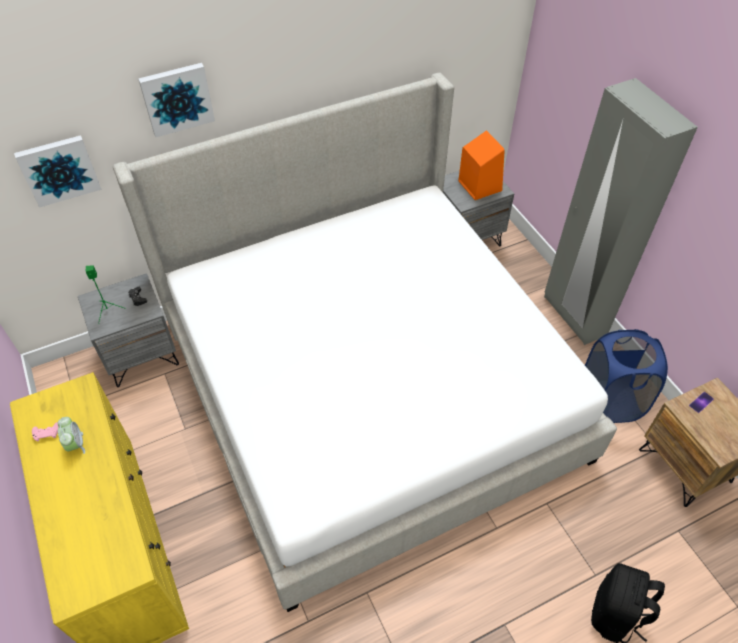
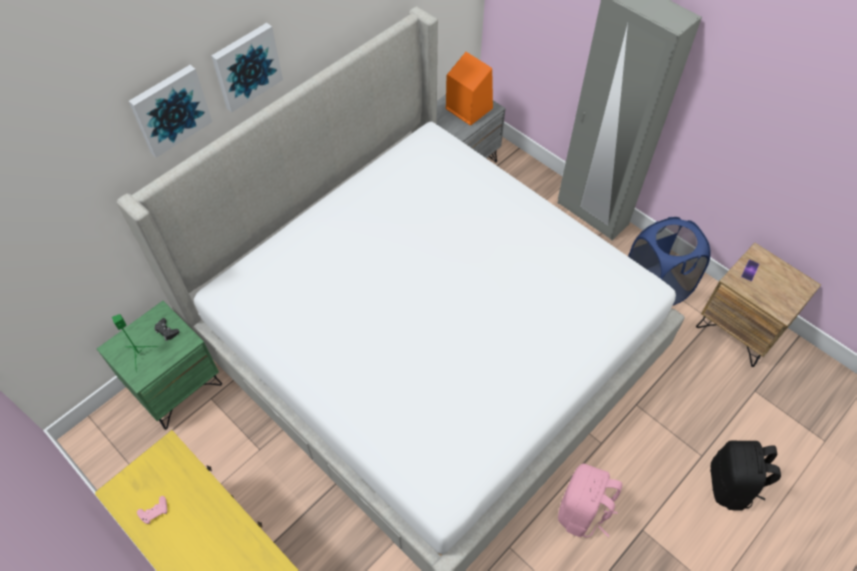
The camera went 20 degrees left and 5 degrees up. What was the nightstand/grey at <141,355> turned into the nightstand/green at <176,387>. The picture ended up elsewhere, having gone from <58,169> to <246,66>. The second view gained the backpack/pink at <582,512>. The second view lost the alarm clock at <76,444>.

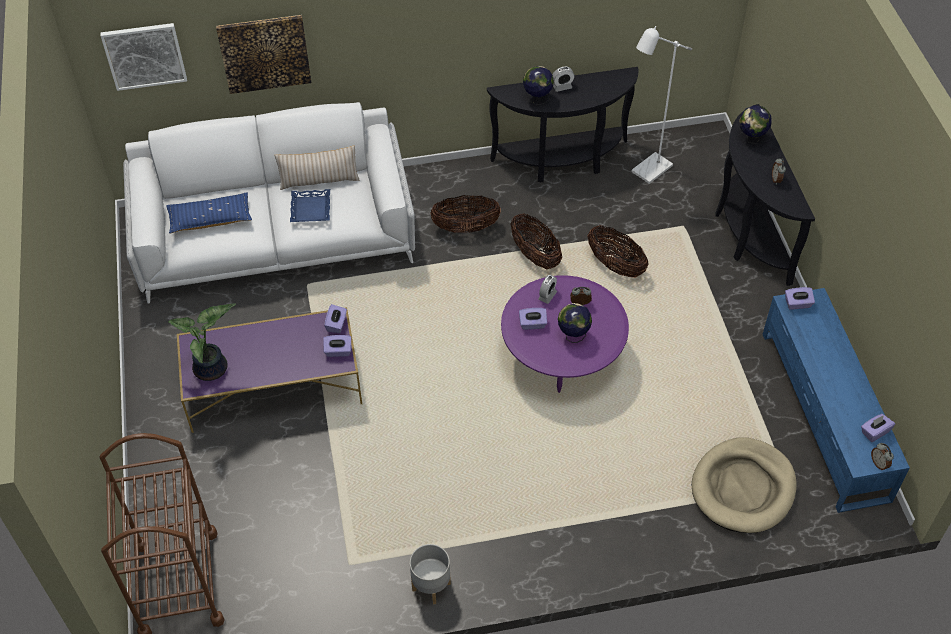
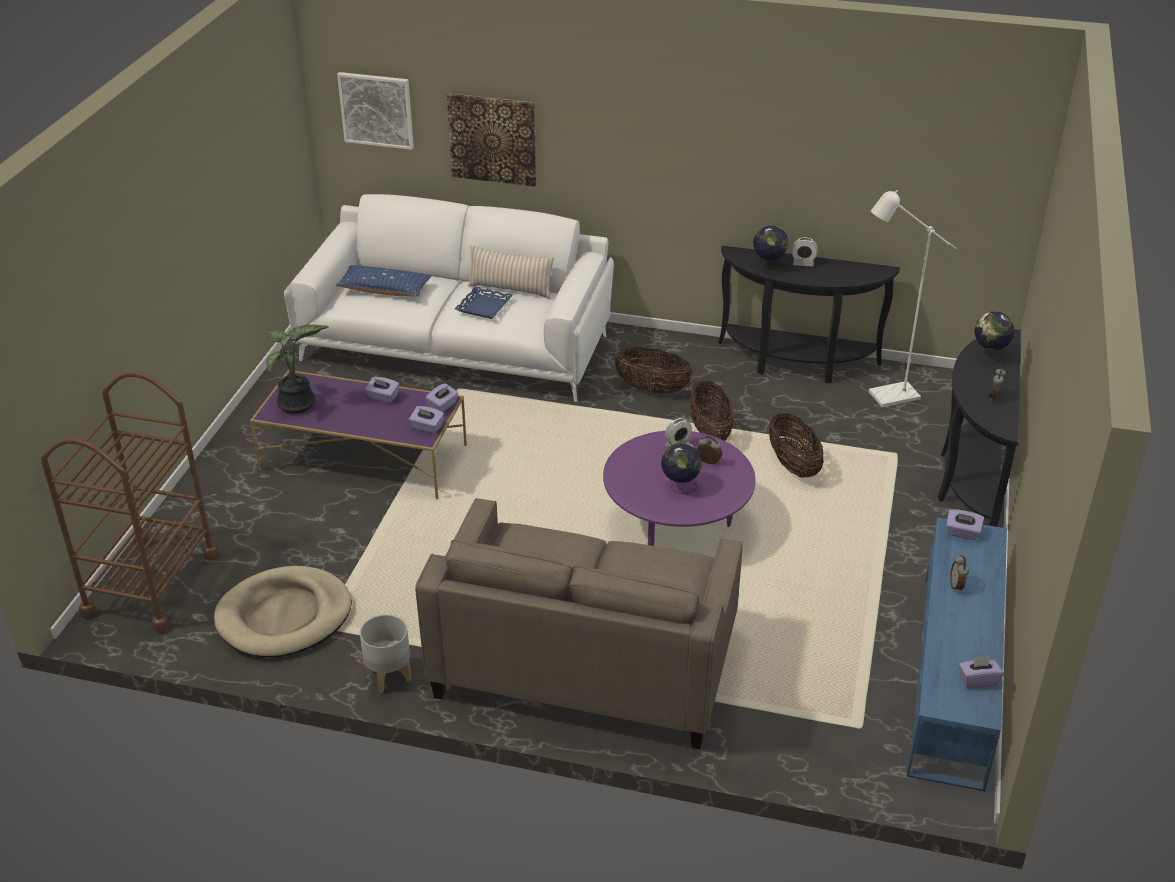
The camera went 25 degrees right and 15 degrees down. The dog bed/beige ended up elsewhere, having gone from <743,488> to <284,616>. The tissue box/purple ended up elsewhere, having gone from <532,324> to <383,397>. The second view gained the sofa/beige at <584,662>. The alarm clock ended up elsewhere, having gone from <879,463> to <957,586>.

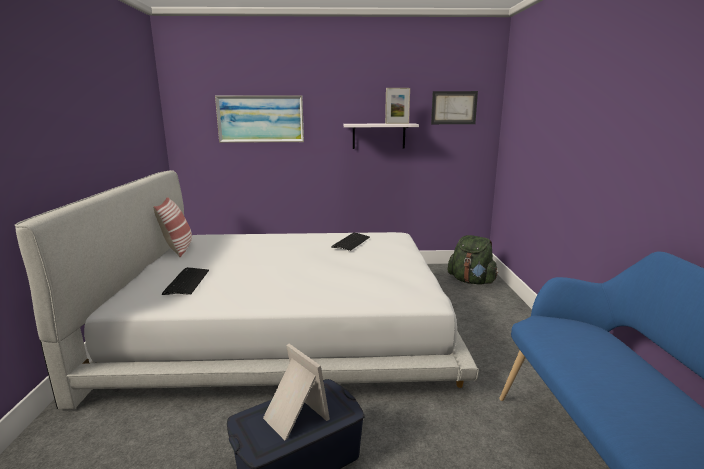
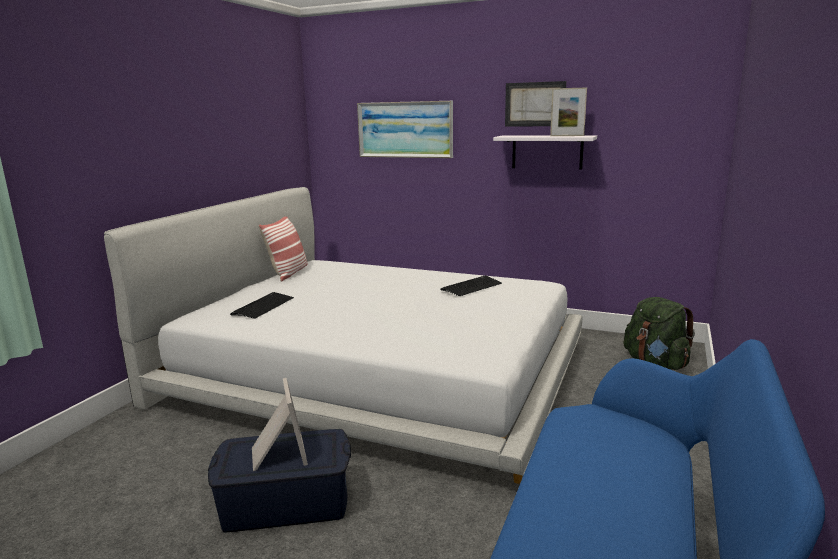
The camera went 25 degrees right and 0 degrees up. The picture ended up elsewhere, having gone from <454,107> to <535,104>.

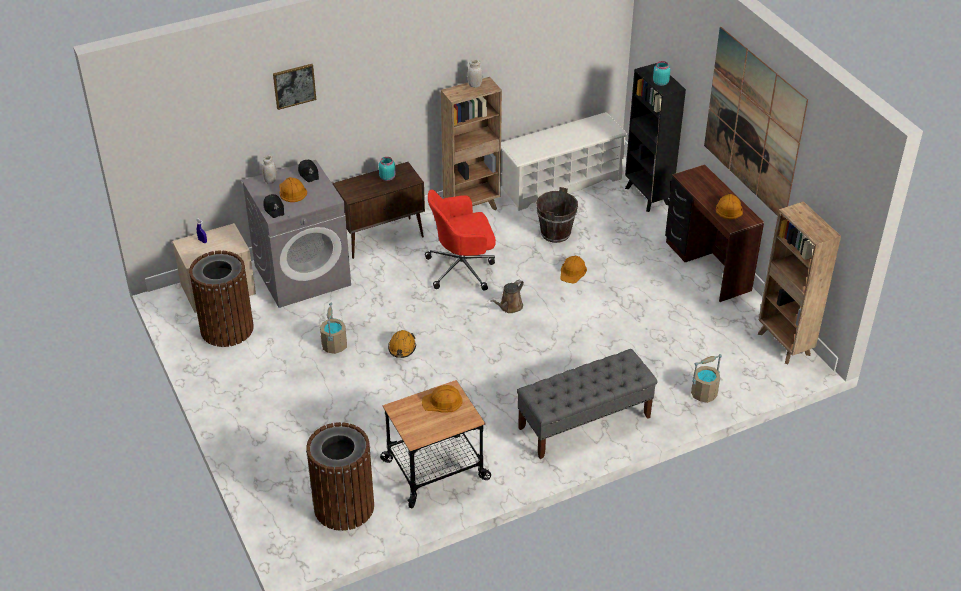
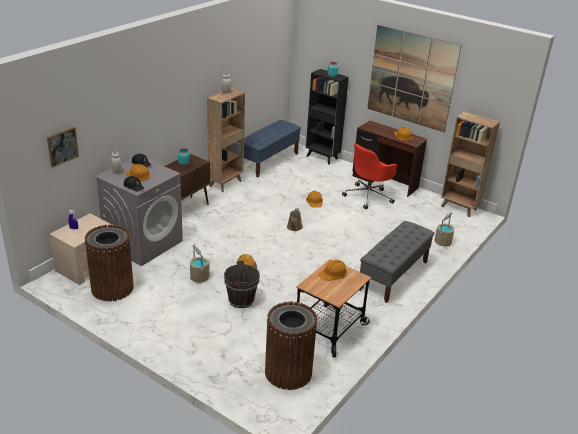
The camera went 30 degrees left and 10 degrees down. The picture ended up elsewhere, having gone from <294,86> to <62,146>. The bucket/brown ended up elsewhere, having gone from <555,233> to <241,300>. Where the shoe rack/white stood at <561,183>, the bench/blue came to stand at <268,161>. The office chair/red ended up elsewhere, having gone from <462,268> to <368,196>.

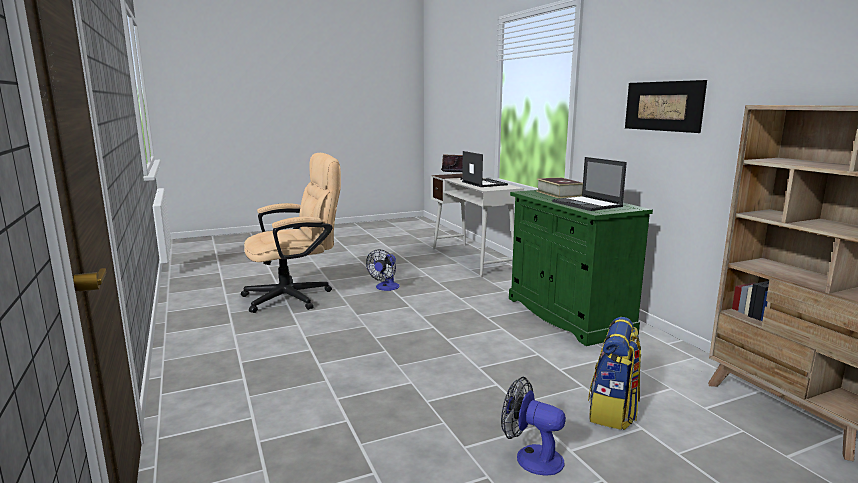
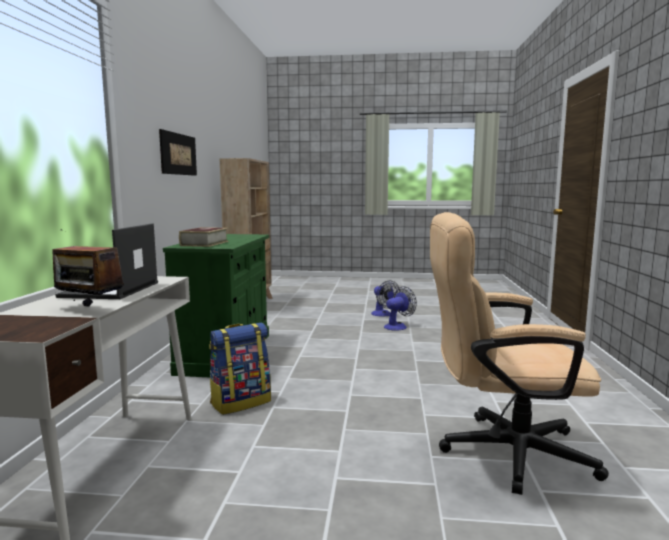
The camera went 150 degrees left and 5 degrees down. The backpack ended up elsewhere, having gone from <613,412> to <241,402>. The fan ended up elsewhere, having gone from <385,288> to <398,326>. The second view lost the laptop at <587,204>.

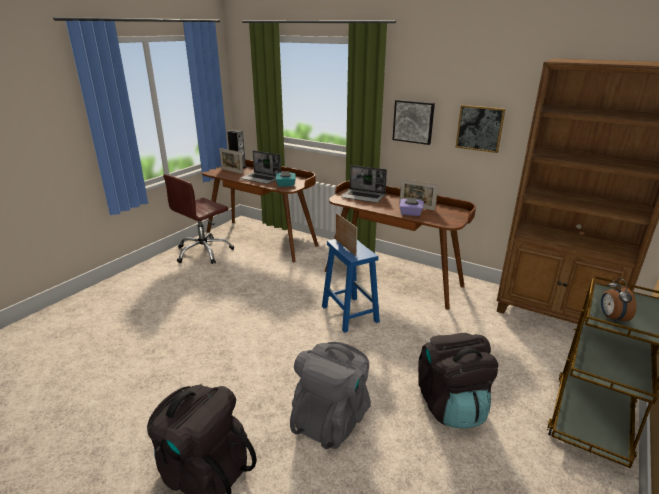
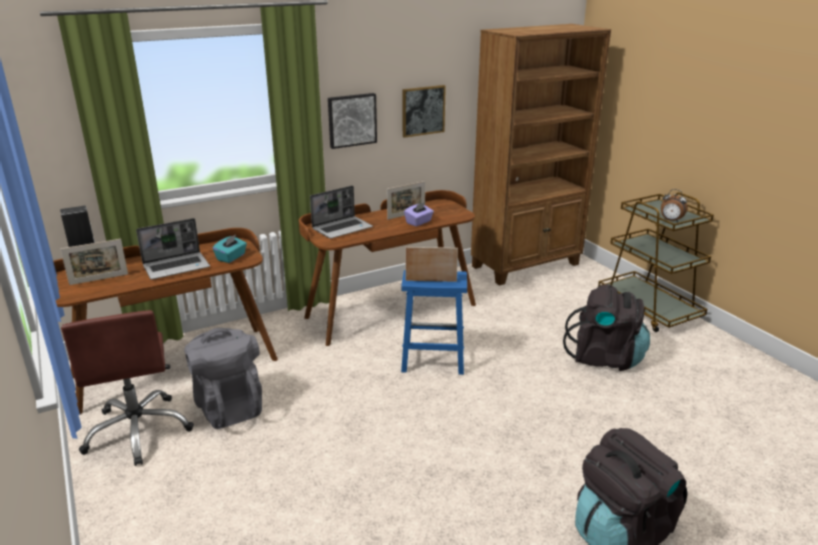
The camera went 60 degrees left and 0 degrees up. The backpack/grey ended up elsewhere, having gone from <332,419> to <229,406>.

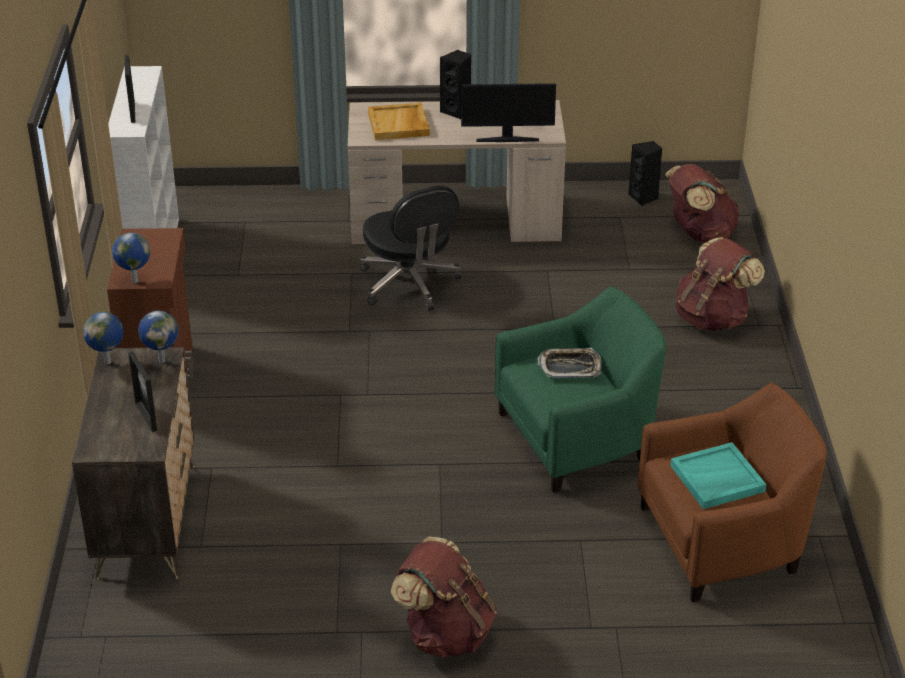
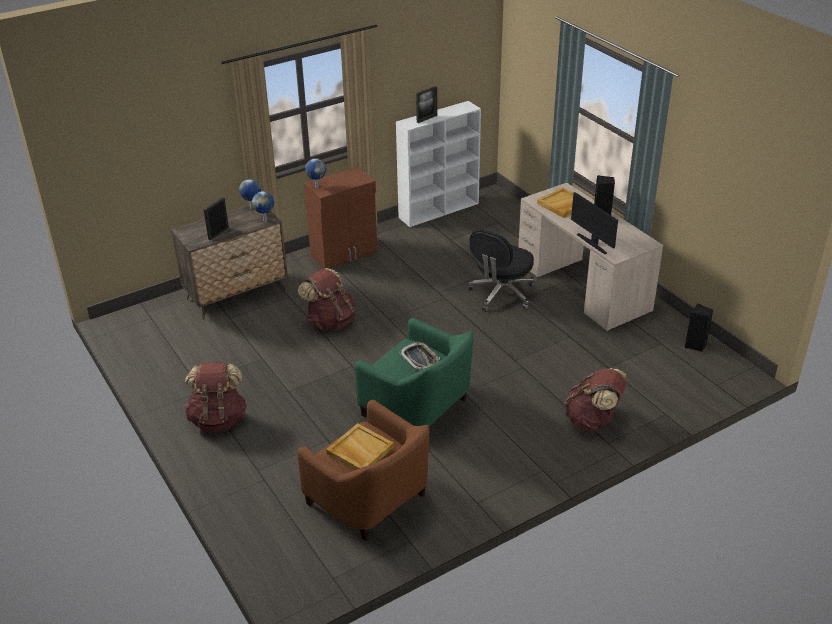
The camera went 60 degrees right and 0 degrees up. The backpack/brown ended up elsewhere, having gone from <699,234> to <330,321>. What was the tray/turquoise at <717,479> turned into the tray/beige at <359,450>.

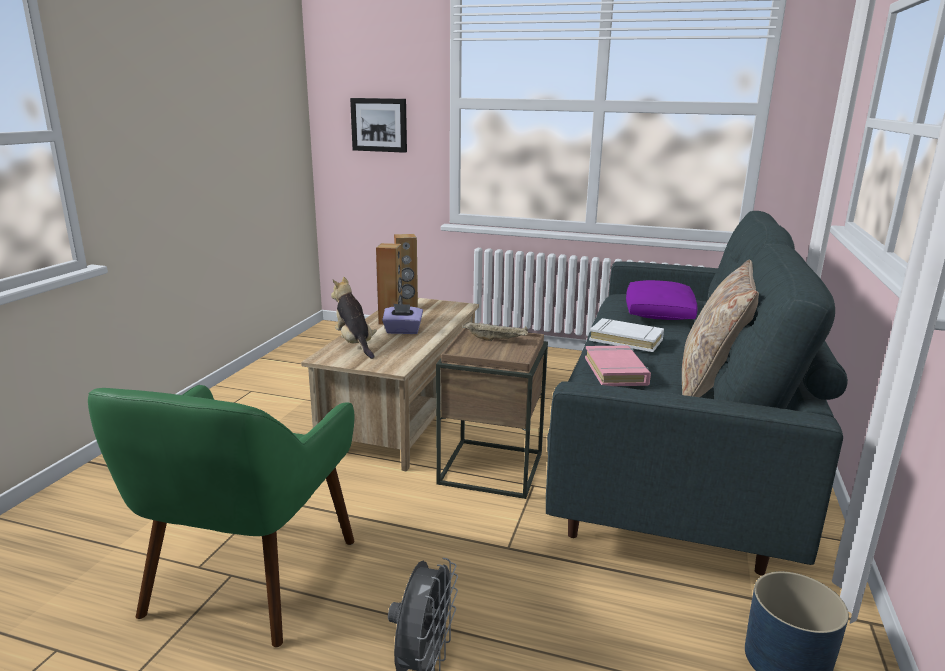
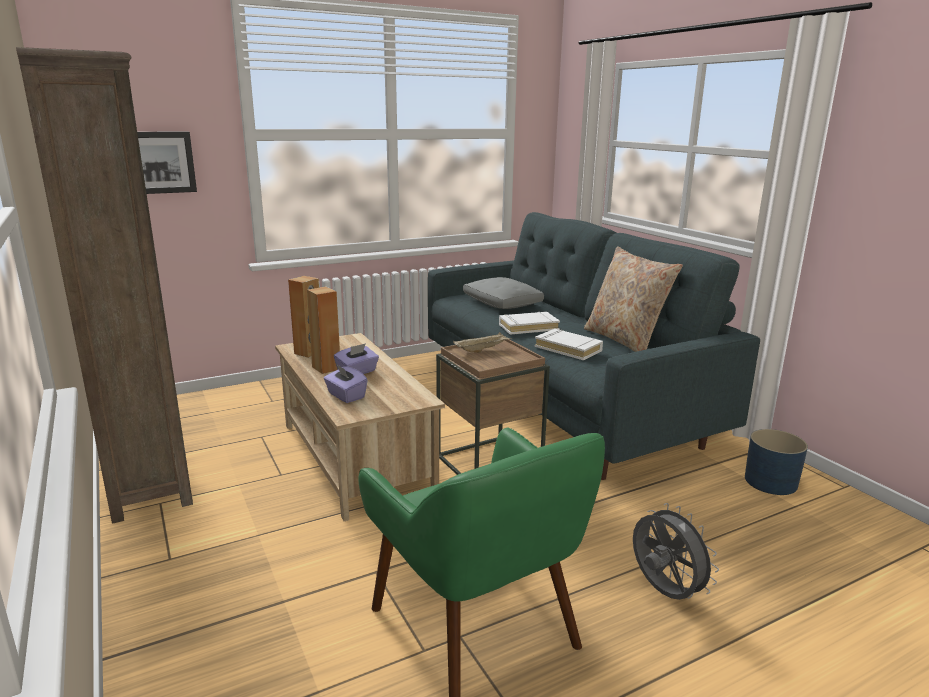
The camera went 45 degrees left and 0 degrees up. The second view gained the bookcase/brown at <146,469>. Where the plush toy stood at <355,344>, the tissue box/purple came to stand at <345,396>. What was the pillow/purple at <659,313> turned into the pillow/grey at <502,304>. What was the book/pink at <616,371> turned into the book/white at <568,348>.

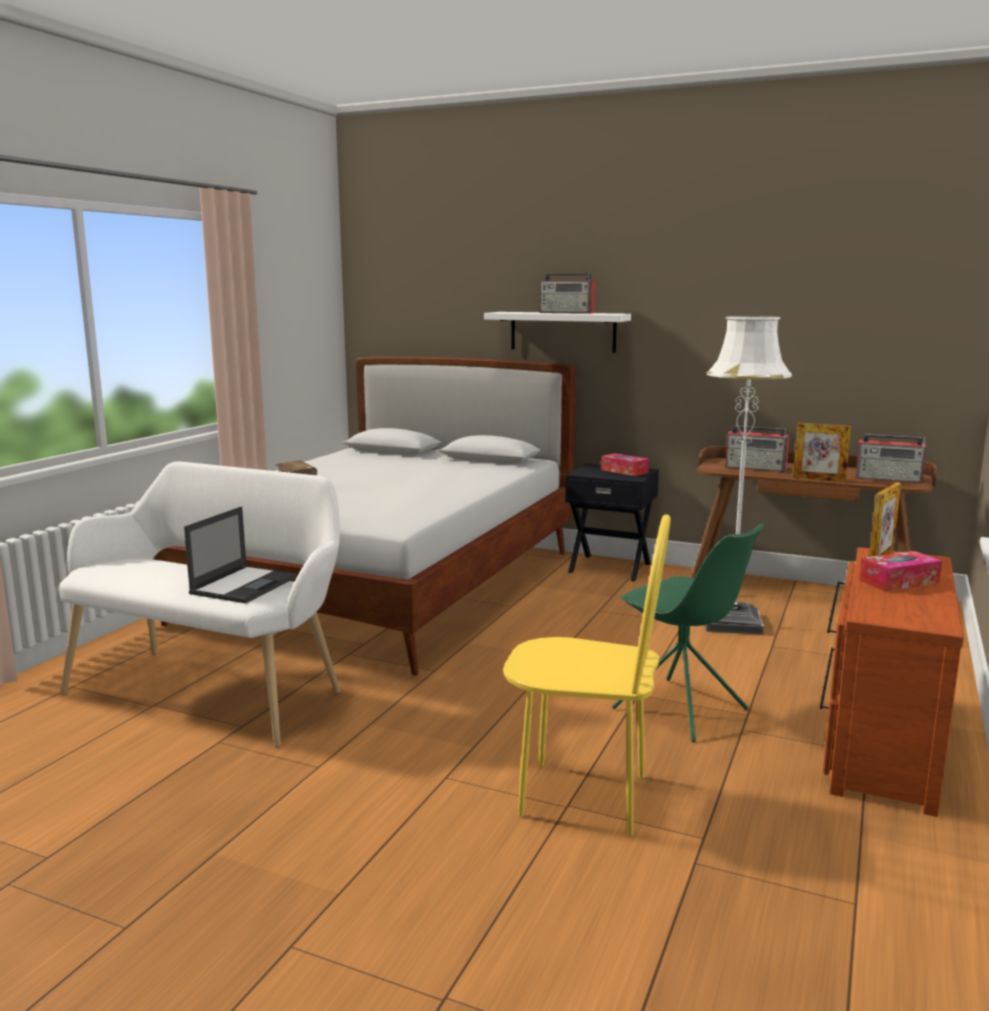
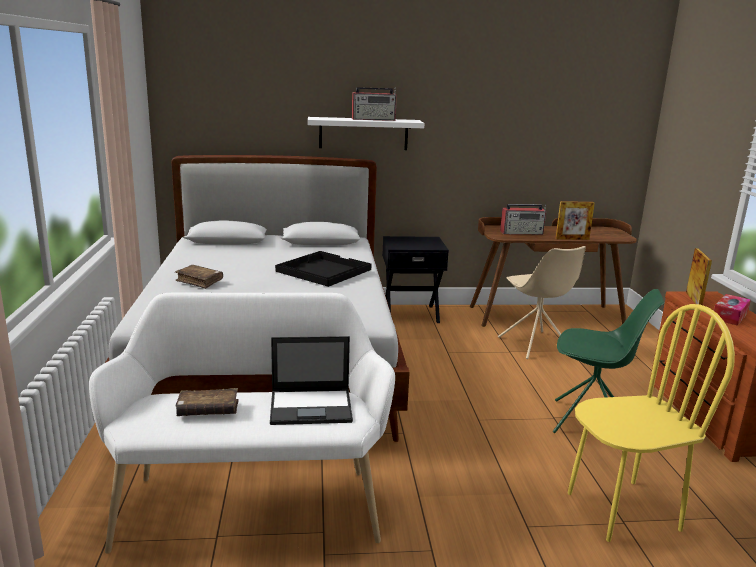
The camera went 30 degrees left and 5 degrees up. The second view gained the book/brown at <208,410>. The laptop at <245,585> ended up facing another way, 90 degrees clockwise from before. The second view gained the tray/black at <322,270>. Where the floor lamp/white stood at <731,622>, the chair/beige came to stand at <535,345>. The second view lost the tissue box at <624,471>. The second view lost the radio at <889,479>.

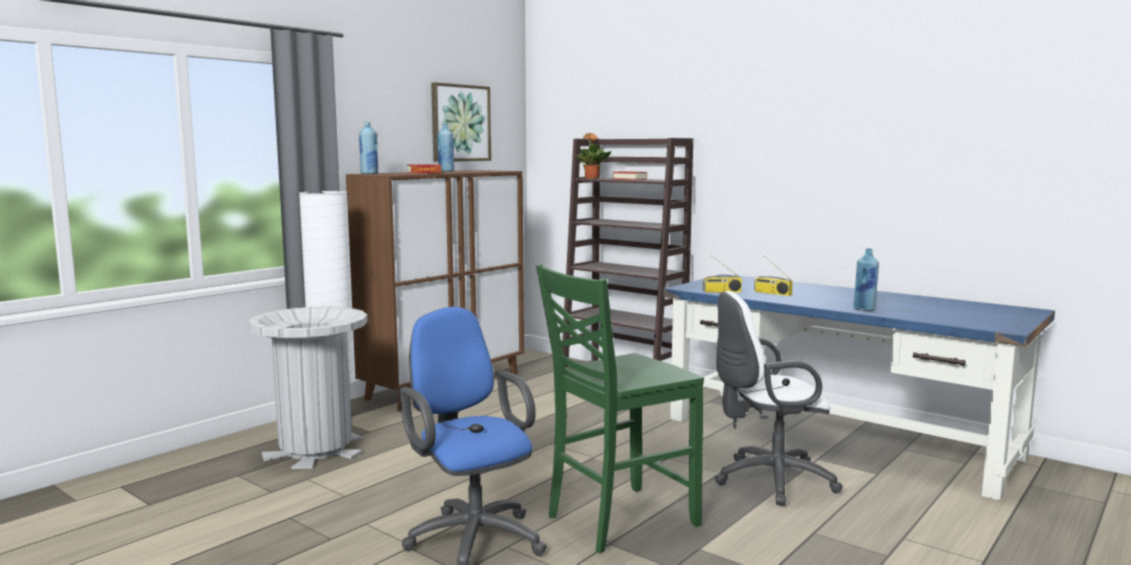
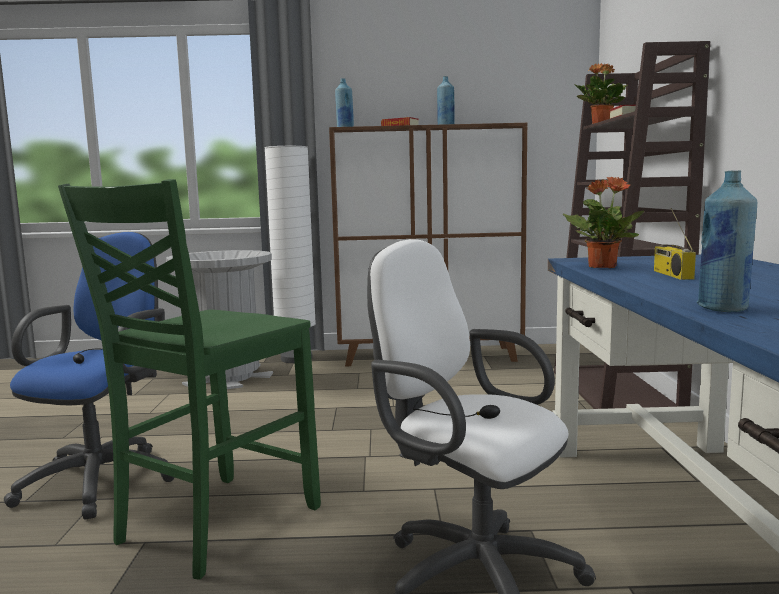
The camera went 50 degrees right and 0 degrees up. The chair/green at <618,520> ended up facing another way, 75 degrees counterclockwise from before. Where the radio stood at <721,291>, the potted plant came to stand at <602,266>. The second view lost the picture at <460,123>.

